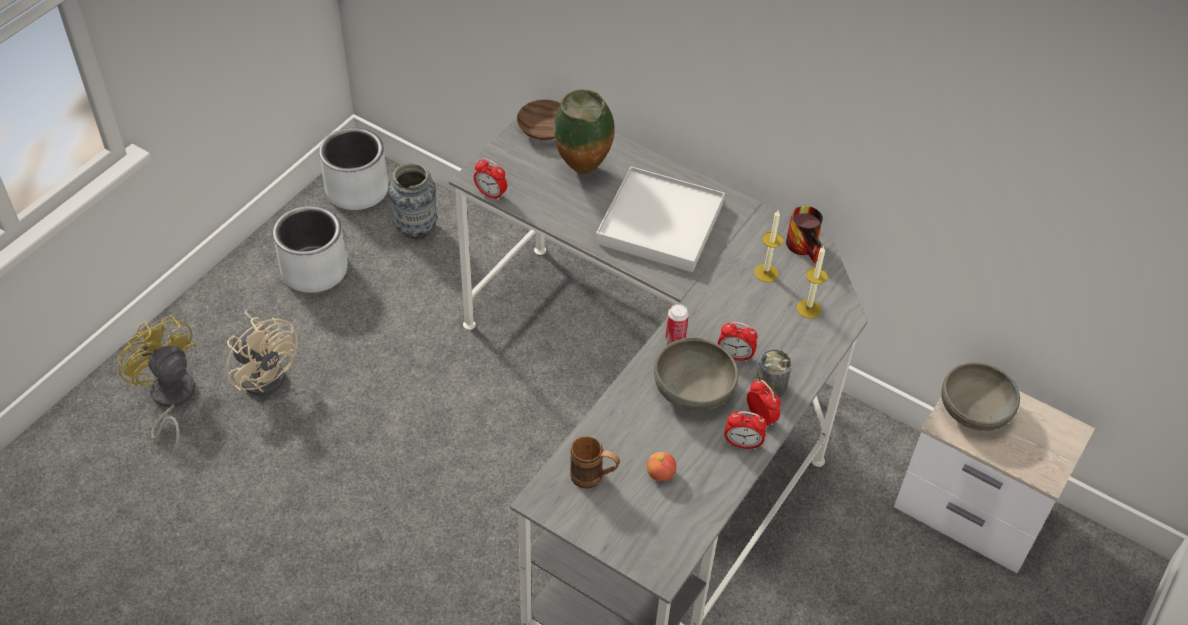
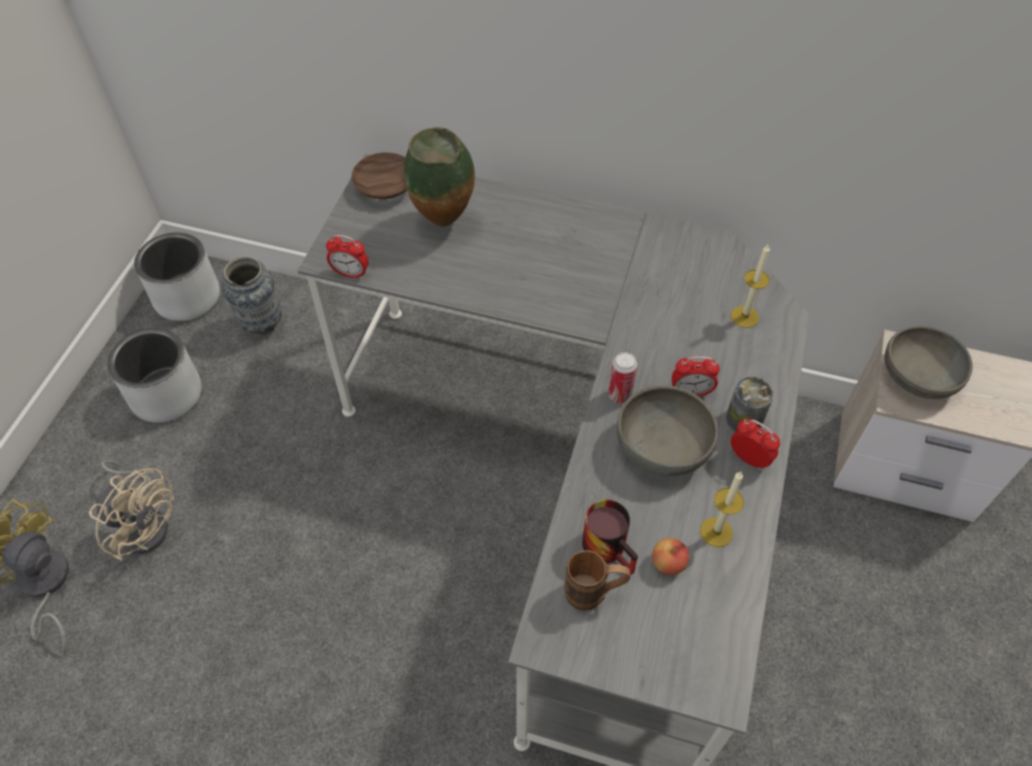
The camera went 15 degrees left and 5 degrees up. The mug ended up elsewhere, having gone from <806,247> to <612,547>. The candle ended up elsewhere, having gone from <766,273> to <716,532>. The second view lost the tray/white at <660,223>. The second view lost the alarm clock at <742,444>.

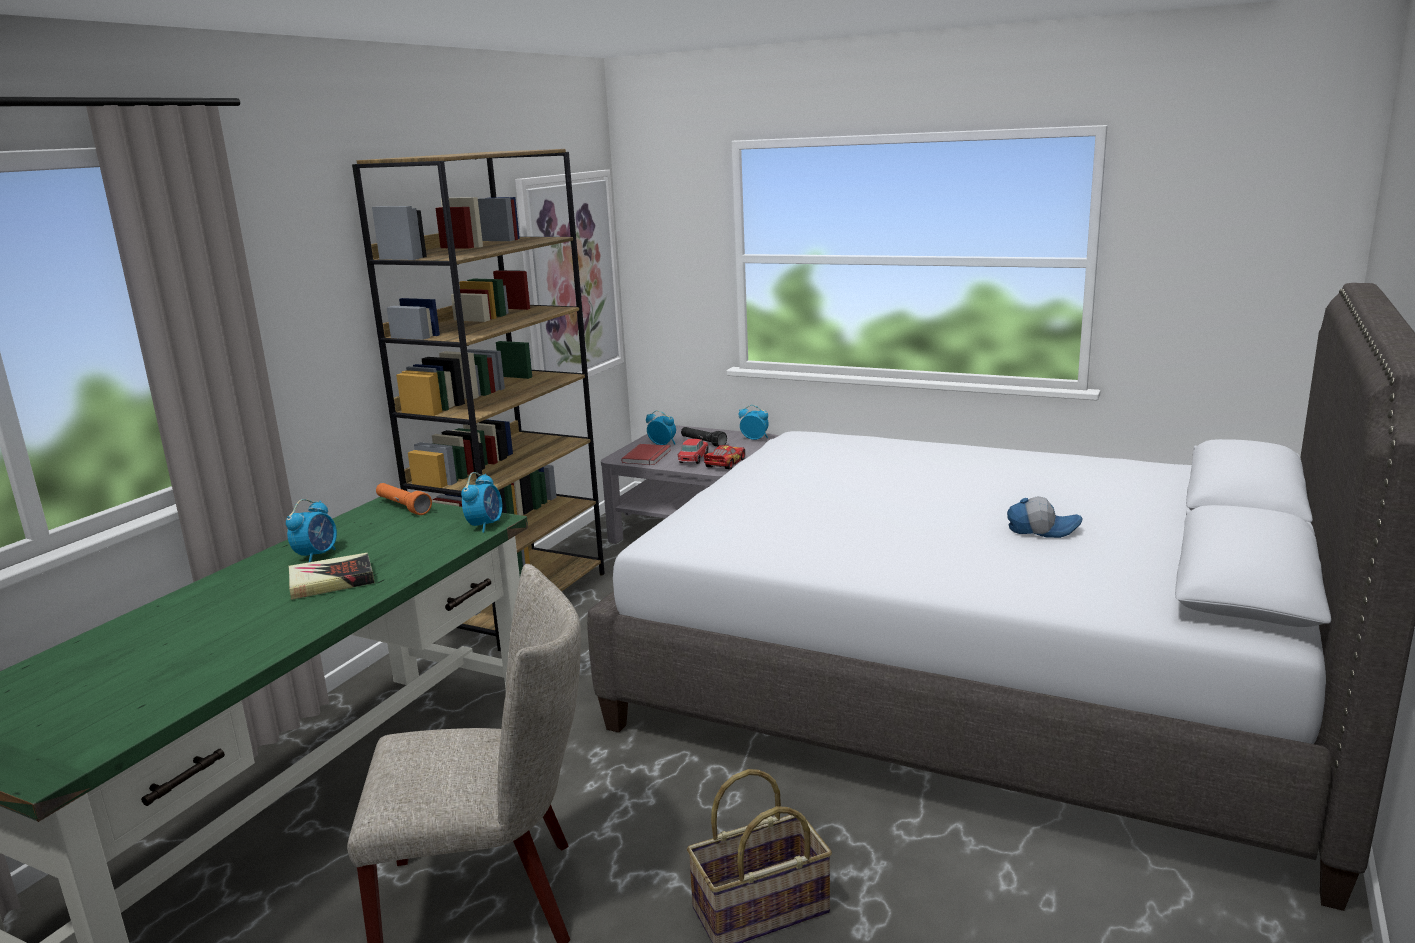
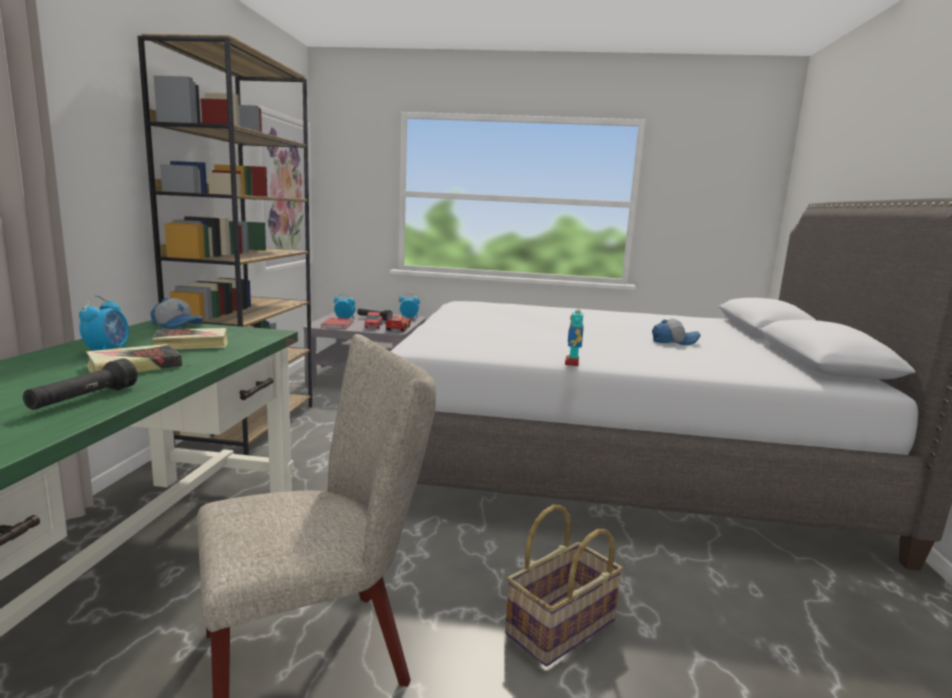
The camera went 20 degrees left and 5 degrees down. The second view gained the flashlight/black at <84,399>. Where the flashlight/orange stood at <403,507>, the cap came to stand at <178,325>. The second view gained the book at <192,344>. The second view gained the toy robot at <572,363>. The second view lost the alarm clock at <485,525>.

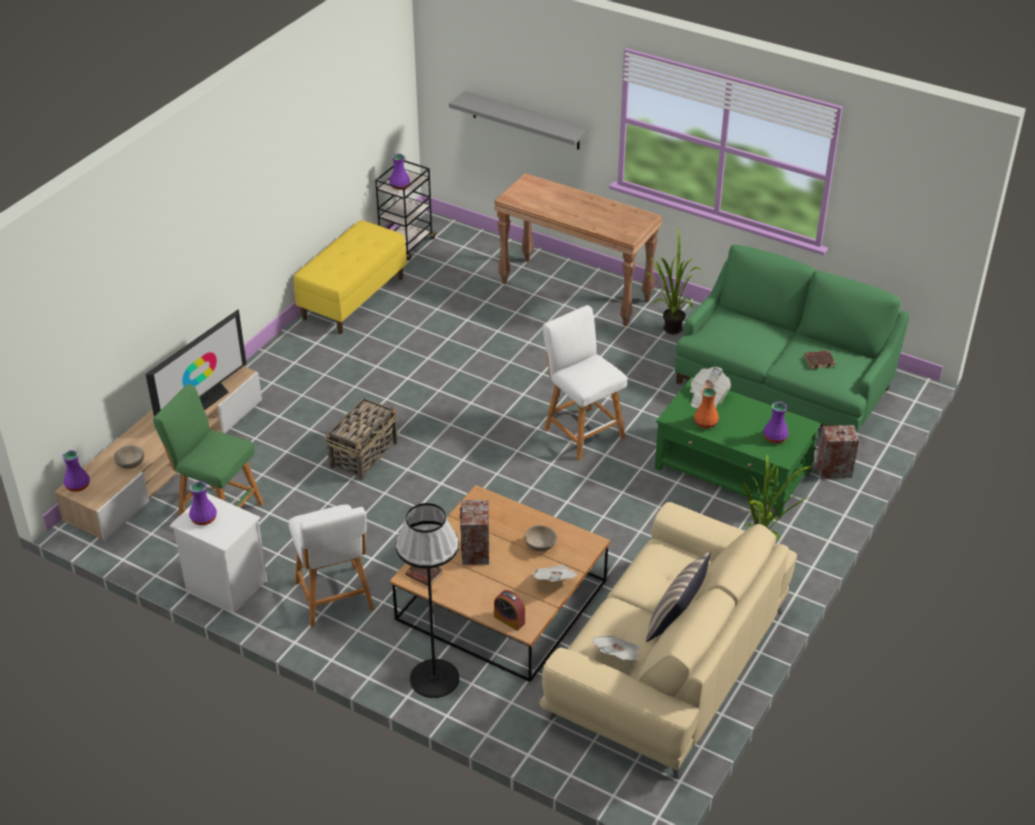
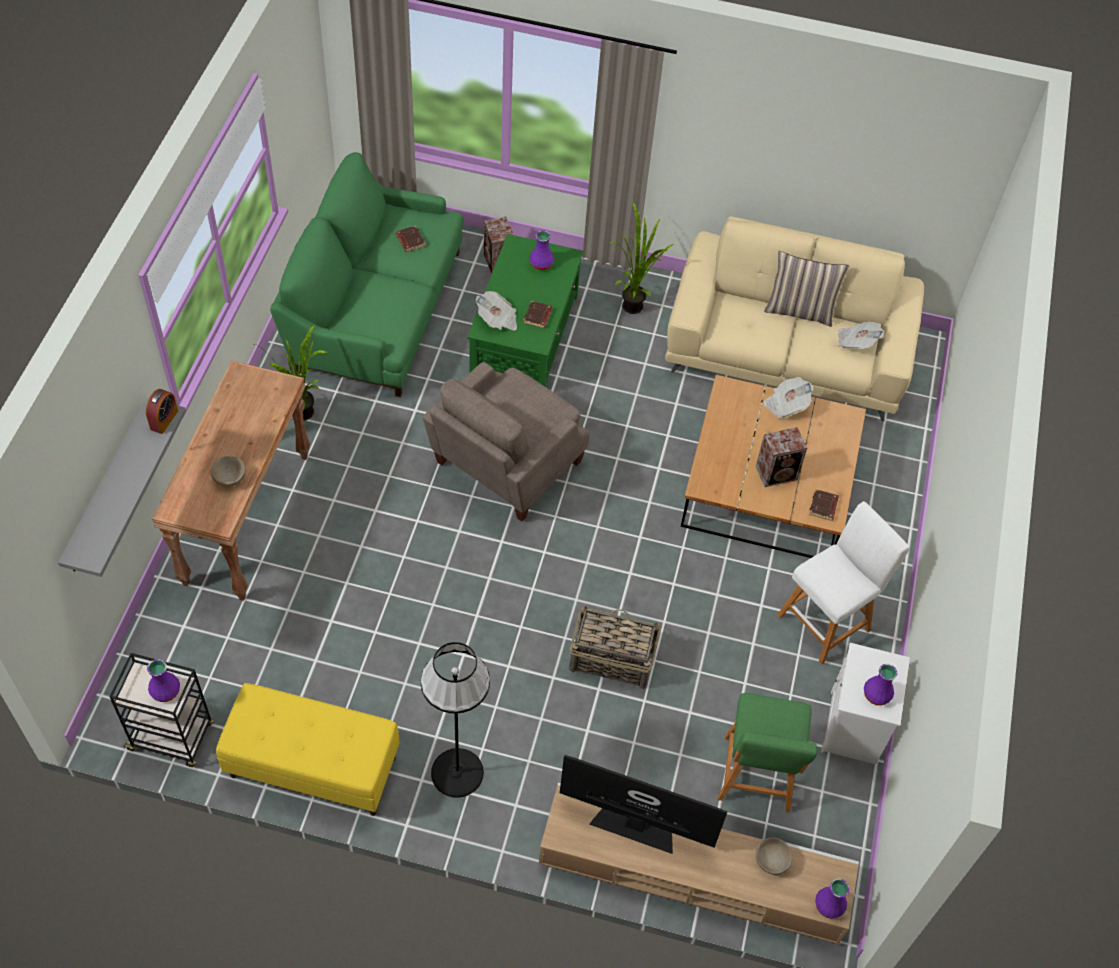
The camera went 110 degrees left and 15 degrees up. The alarm clock ended up elsewhere, having gone from <509,620> to <164,420>. The bowl/beige ended up elsewhere, having gone from <540,546> to <230,478>. The floor lamp/black ended up elsewhere, having gone from <434,678> to <457,773>. Where the stool/white stood at <582,431>, the armchair/beige came to stand at <505,465>. Where the vase/orange stood at <705,423>, the book/brown came to stand at <538,317>.

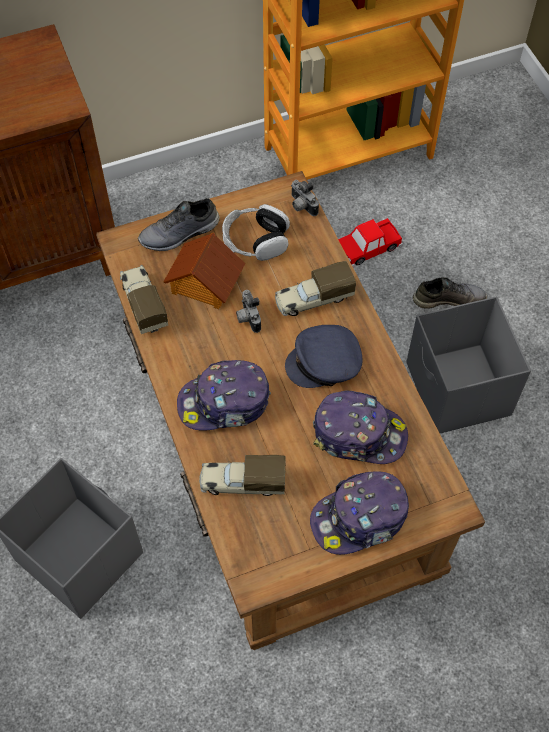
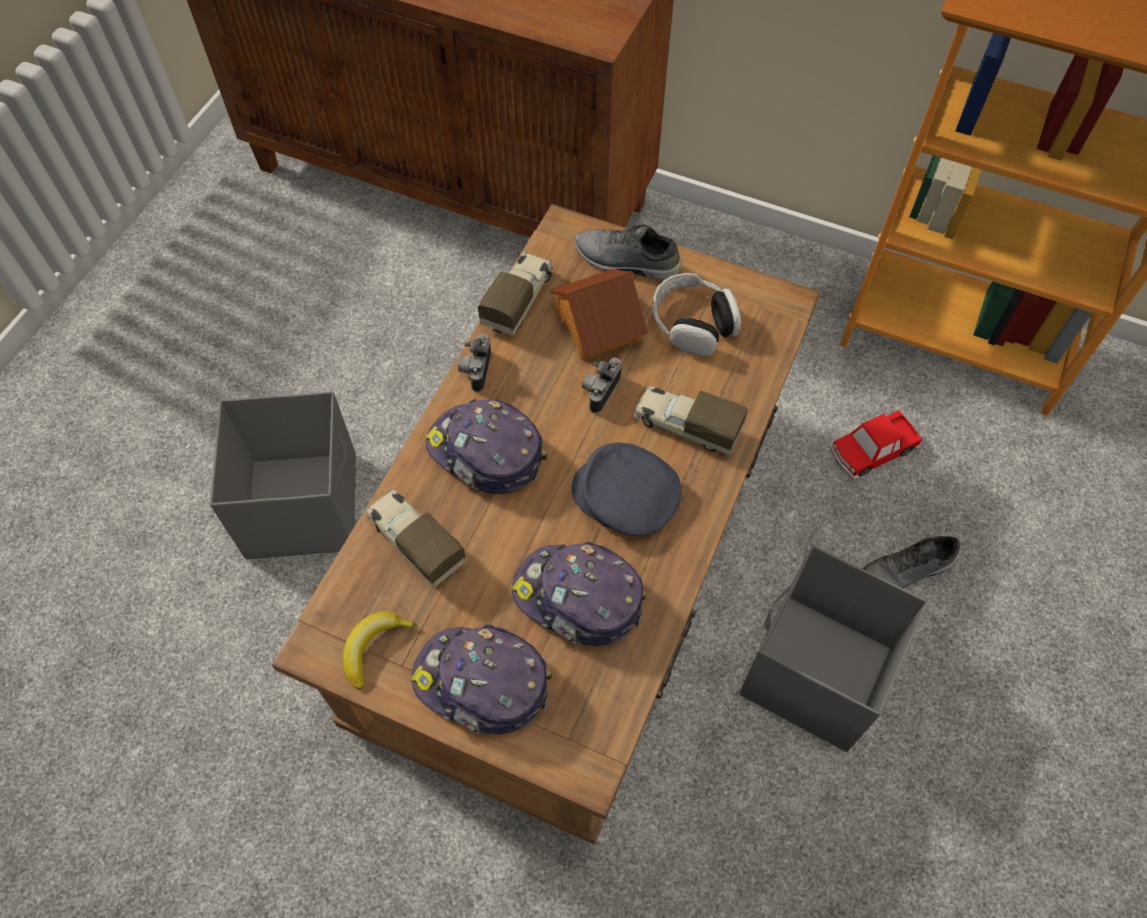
The camera went 45 degrees right and 0 degrees up. The second view gained the banana at <374,647>. The photo camera ended up elsewhere, having gone from <301,206> to <475,370>. The cap at <359,434> ended up facing another way, 150 degrees clockwise from before. The toy car at <368,247> ended up facing another way, 45 degrees counterclockwise from before. The shoe/grey at <448,299> ended up facing another way, 120 degrees clockwise from before.

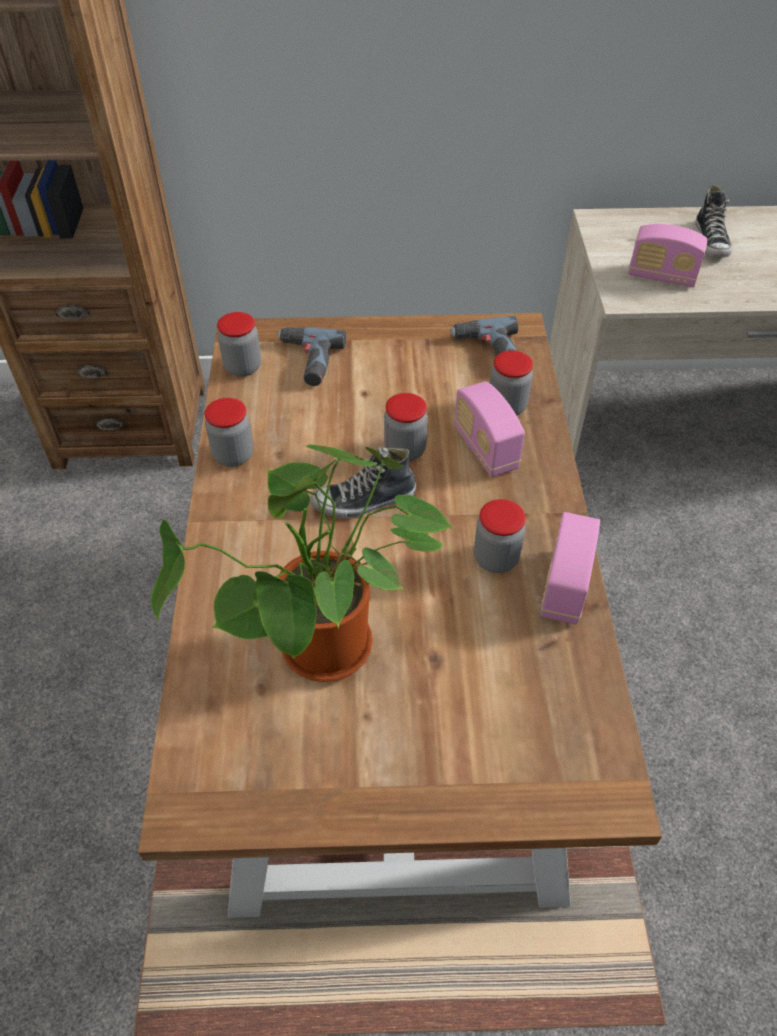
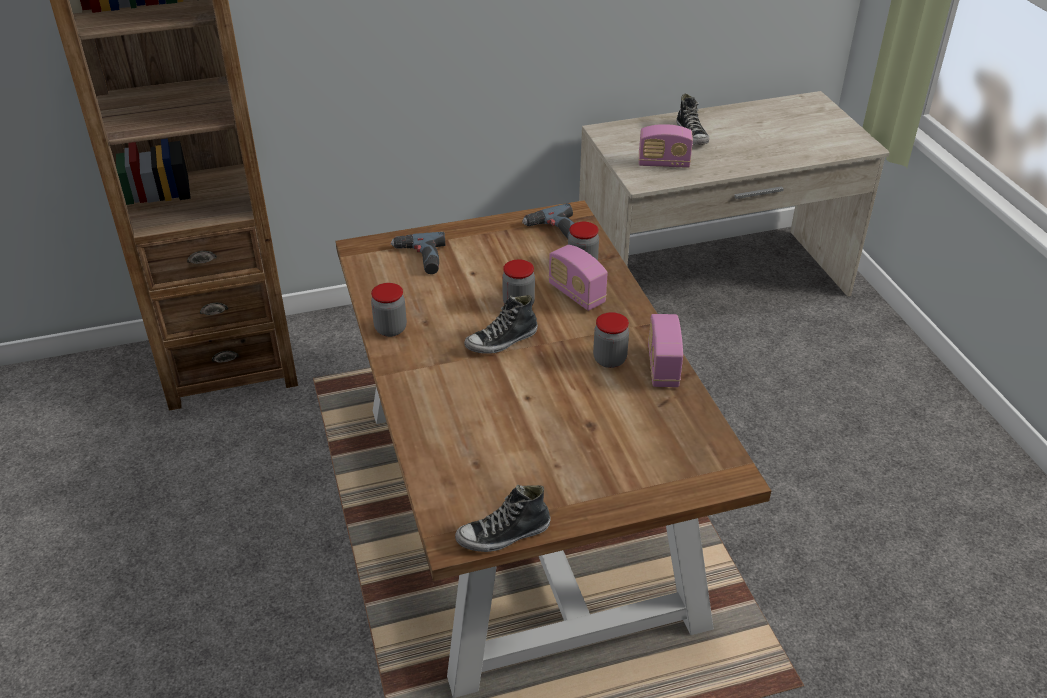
The camera went 15 degrees left and 10 degrees down. The second view gained the shoe at <503,535>. The second view lost the potted plant at <325,656>. The second view lost the jar at <243,367>.

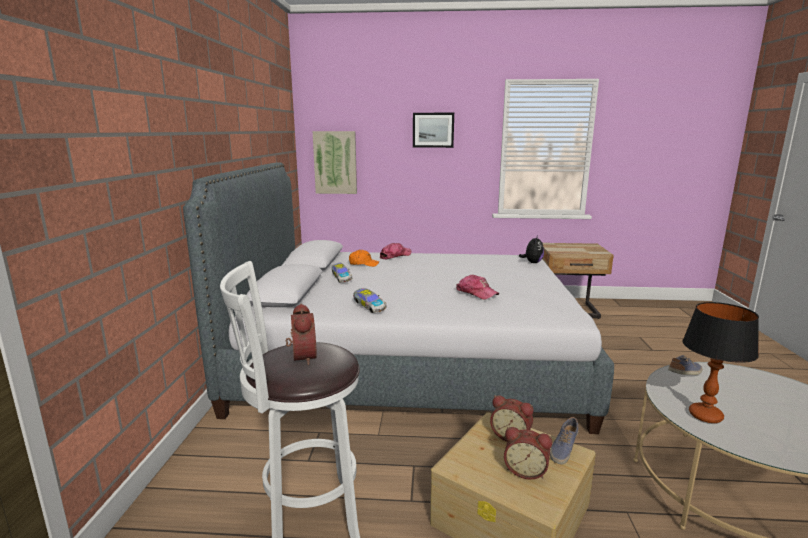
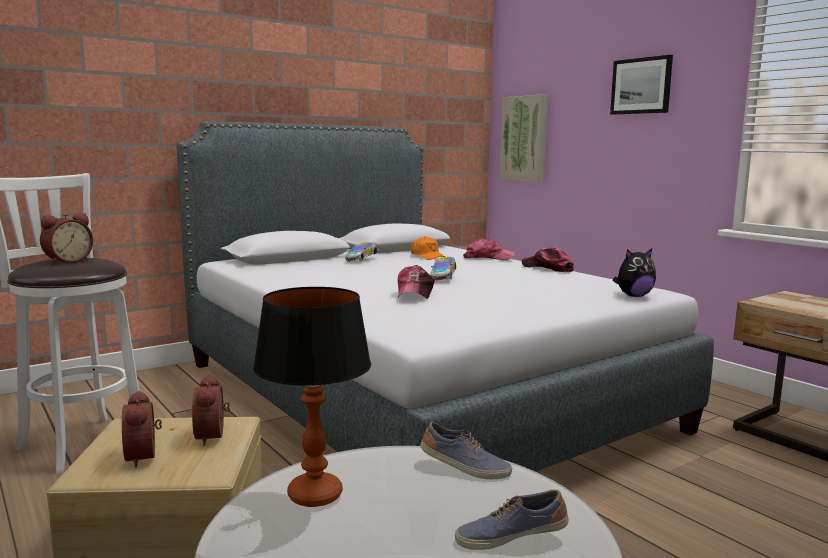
The camera went 50 degrees right and 5 degrees down. The toy car ended up elsewhere, having gone from <369,307> to <443,277>. The shoe ended up elsewhere, having gone from <563,448> to <510,537>. The second view gained the cap at <547,268>.

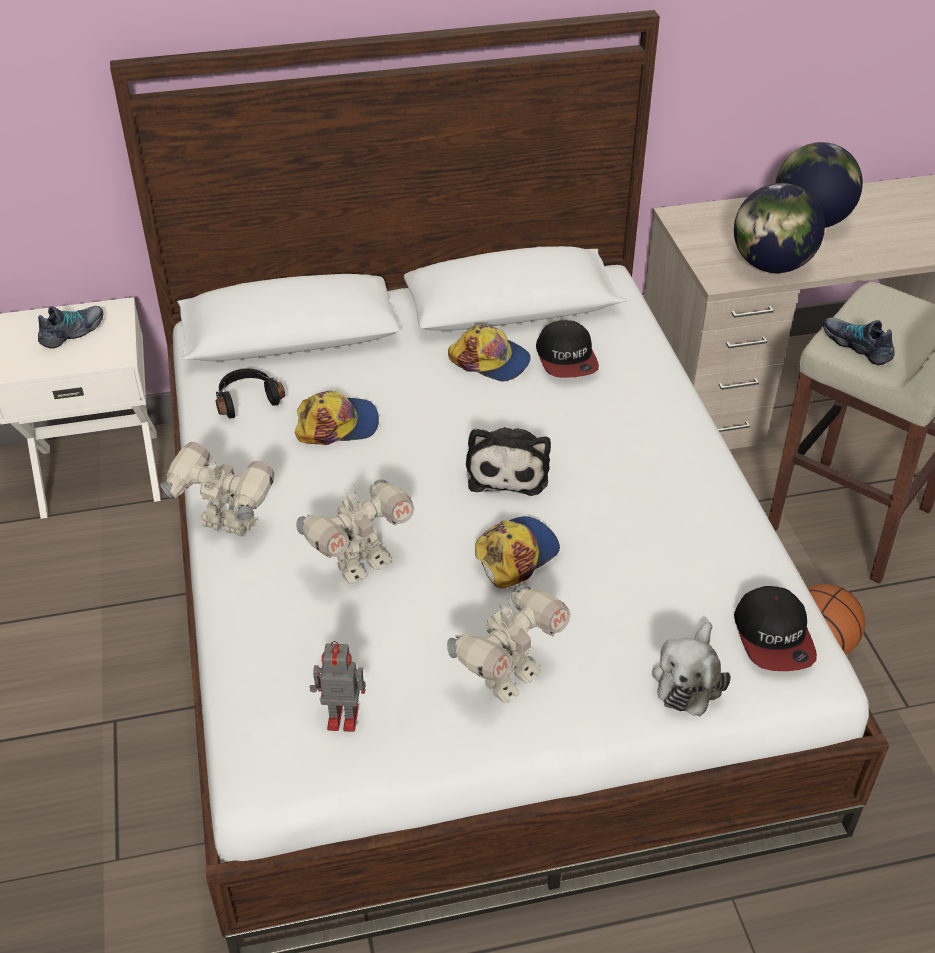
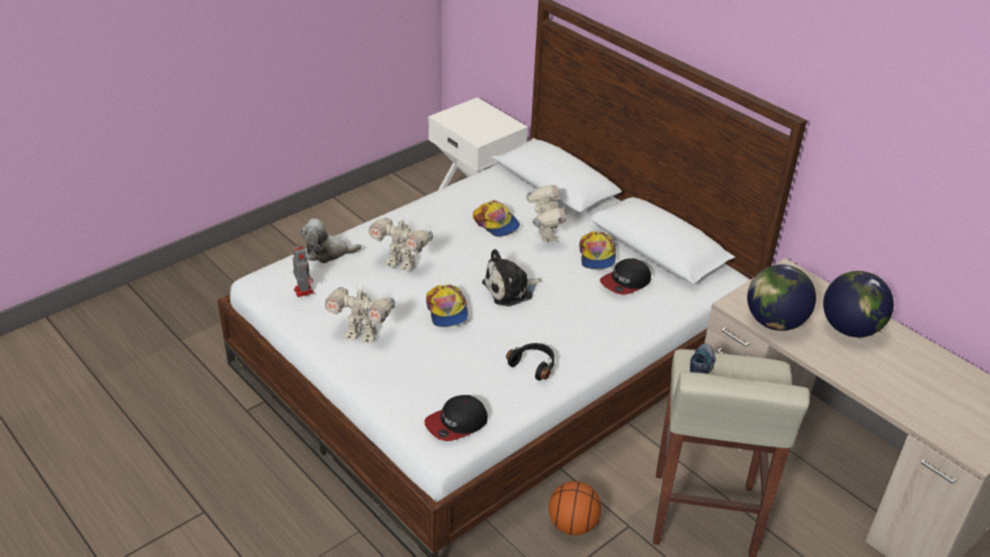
The camera went 60 degrees right and 5 degrees down. The plush toy ended up elsewhere, having gone from <689,679> to <328,253>. The cap at <516,554> ended up facing another way, 60 degrees clockwise from before. The headphones/black ended up elsewhere, having gone from <247,400> to <533,365>. The toy robot ended up elsewhere, having gone from <227,527> to <544,235>. The second view lost the shoe at <73,332>.

